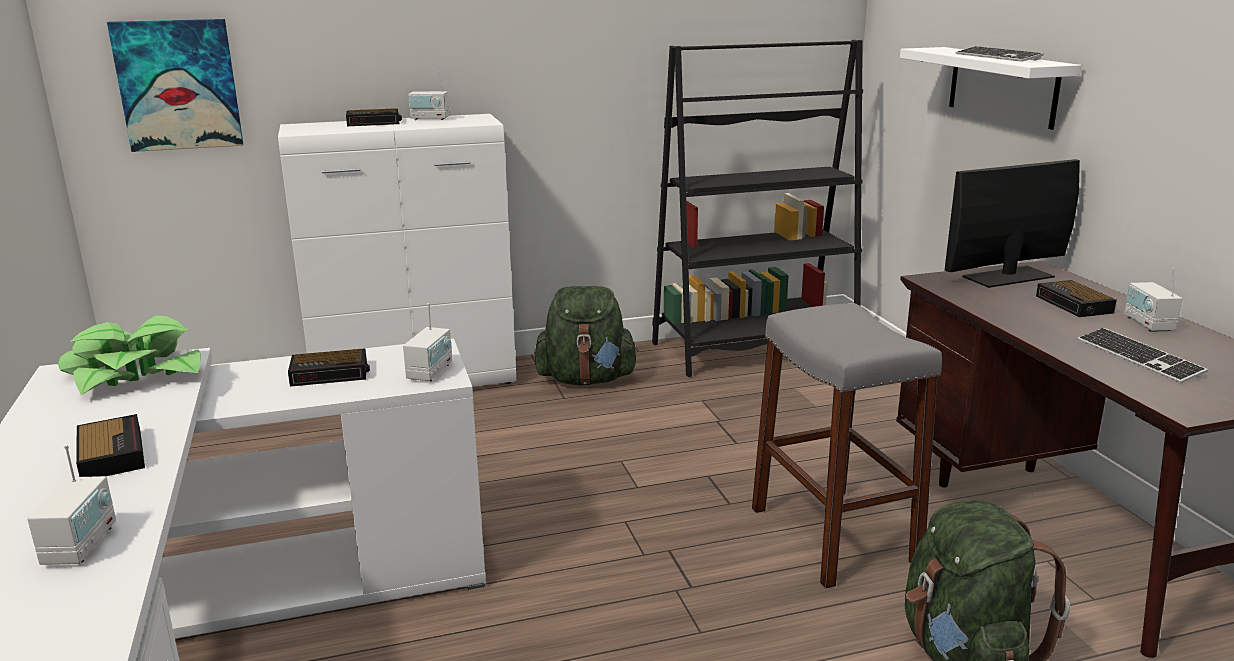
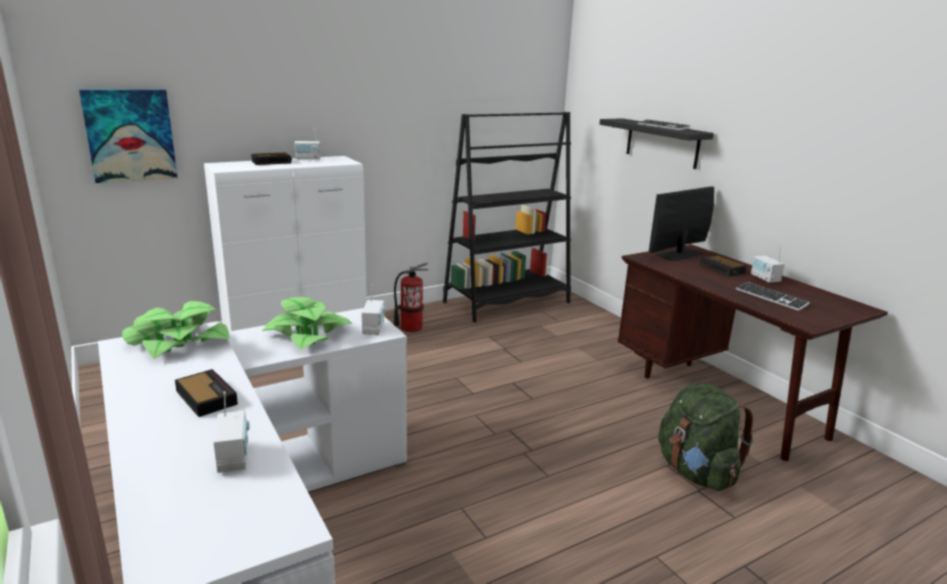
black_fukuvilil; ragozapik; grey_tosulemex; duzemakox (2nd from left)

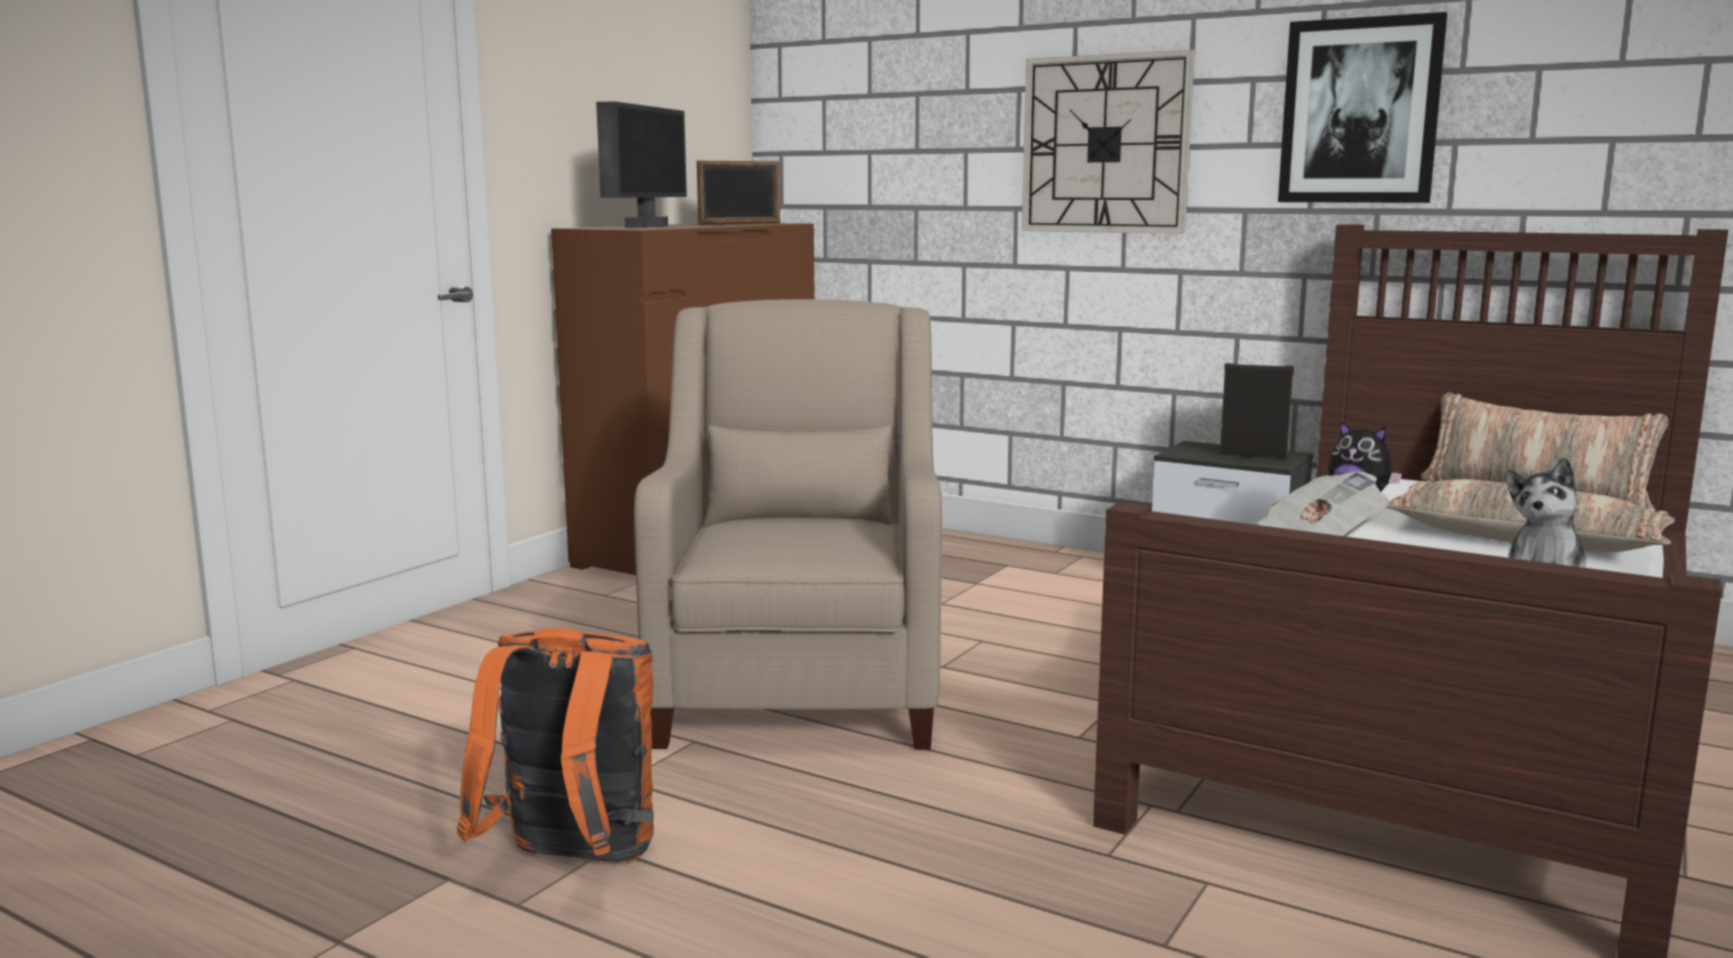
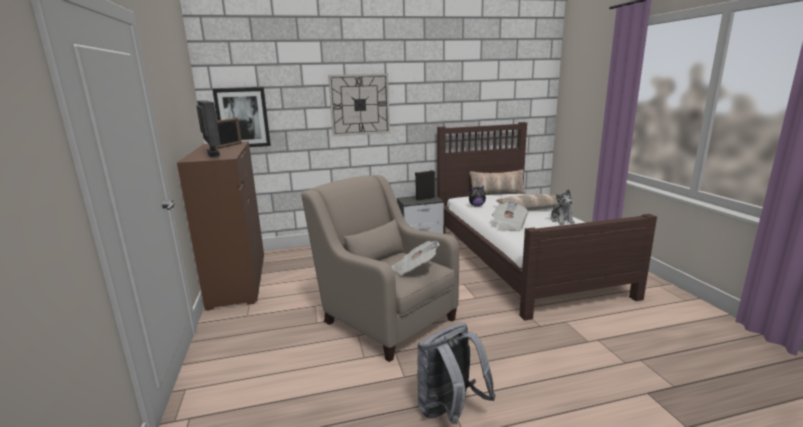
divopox; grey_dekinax; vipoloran (1st from left)

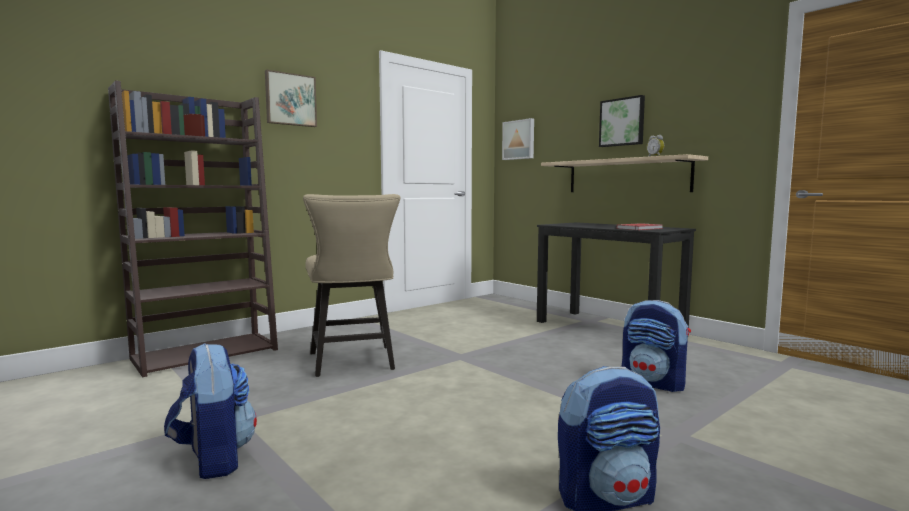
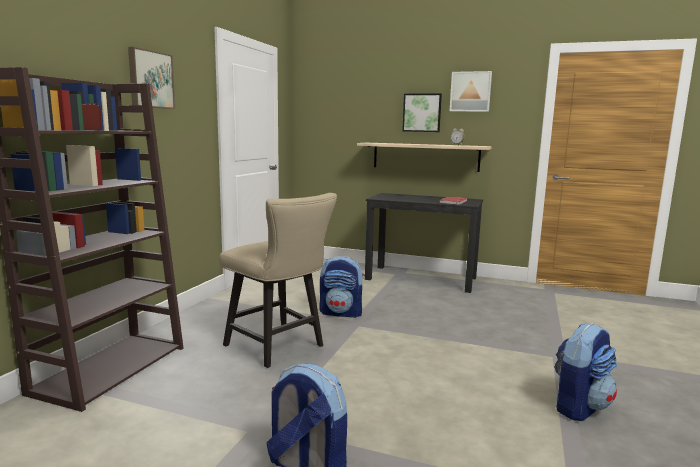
divopox (3rd from left); dekinax (2nd from left)

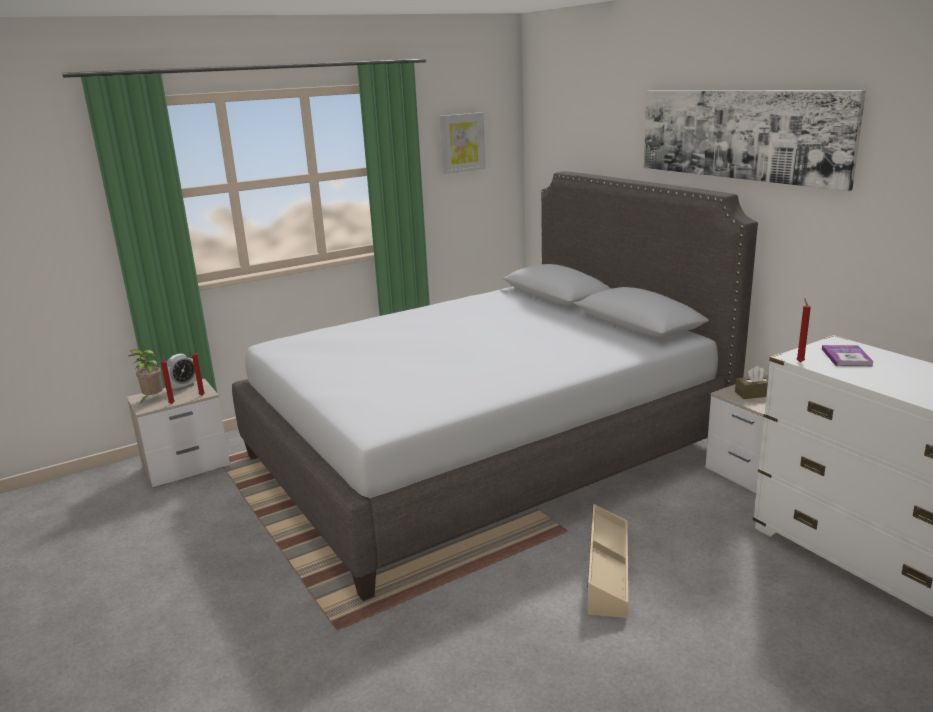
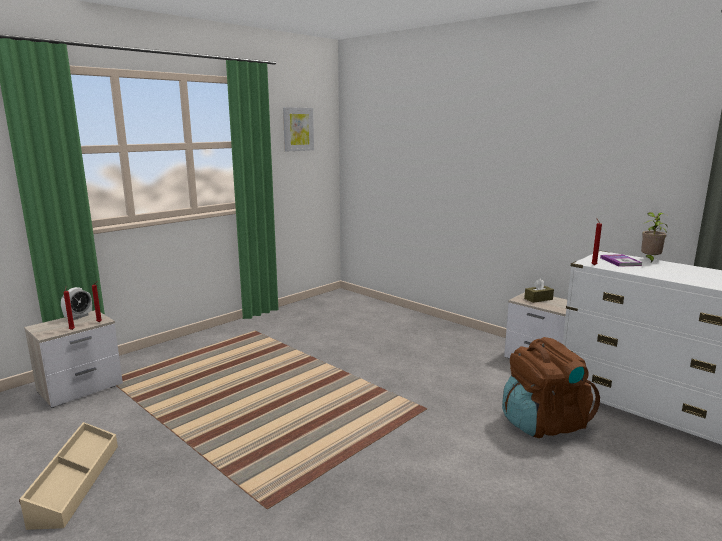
divopox (2nd from left in the first image); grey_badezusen; duzemakox; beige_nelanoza; brown_dekinax

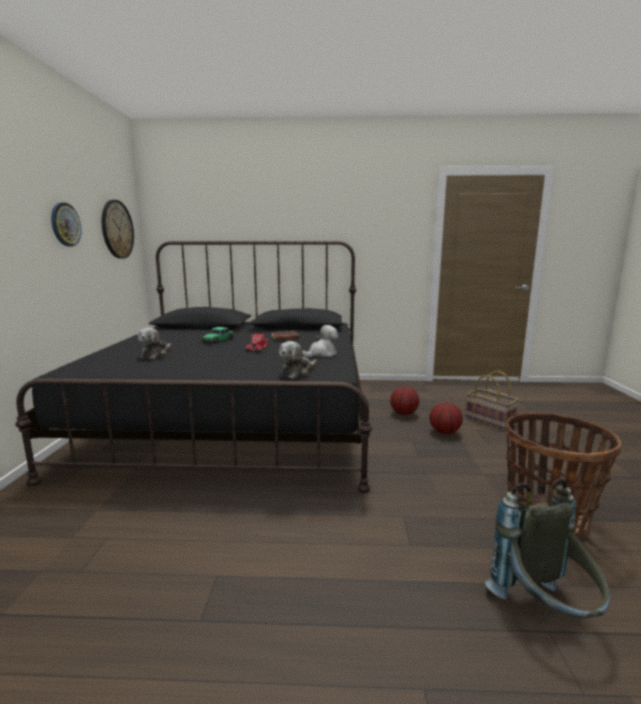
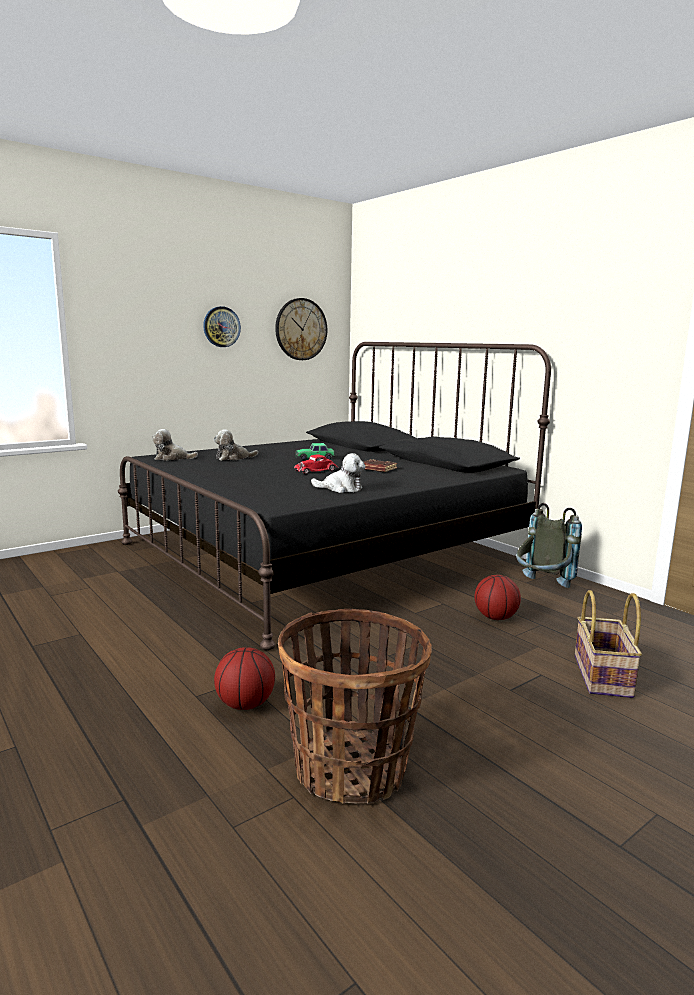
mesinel (1st from left); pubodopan (1st from left); grey_dekinax

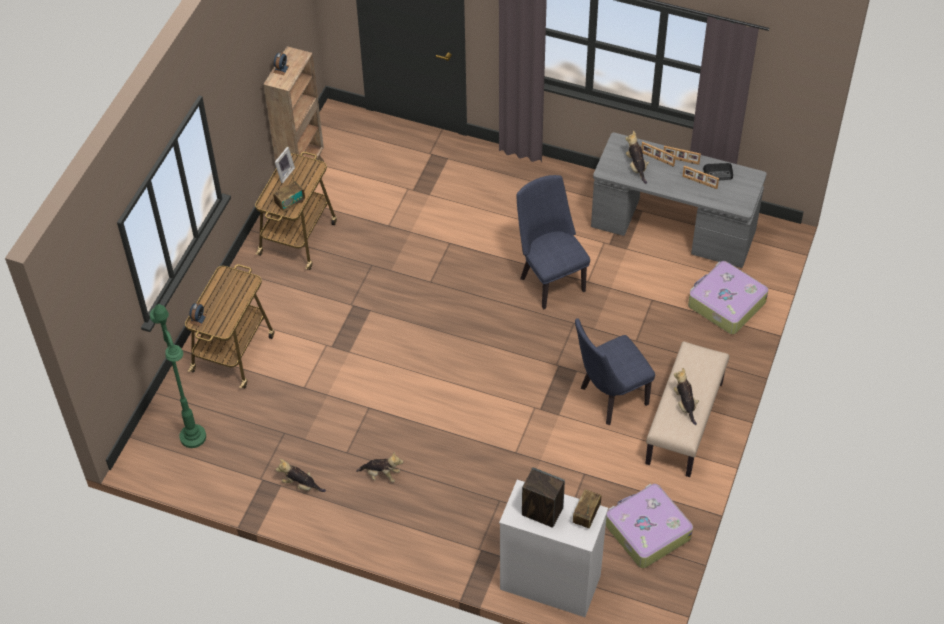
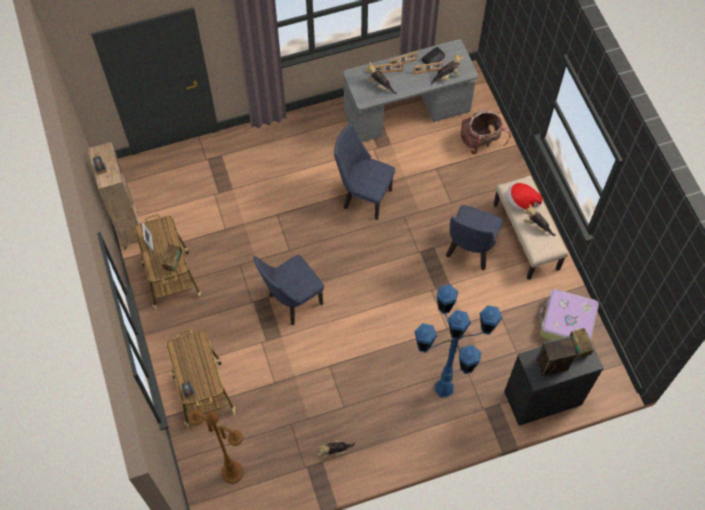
dekinax; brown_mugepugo; mesinel (3rd from left); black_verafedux; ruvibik; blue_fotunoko (1st from left); blue_mugepugo

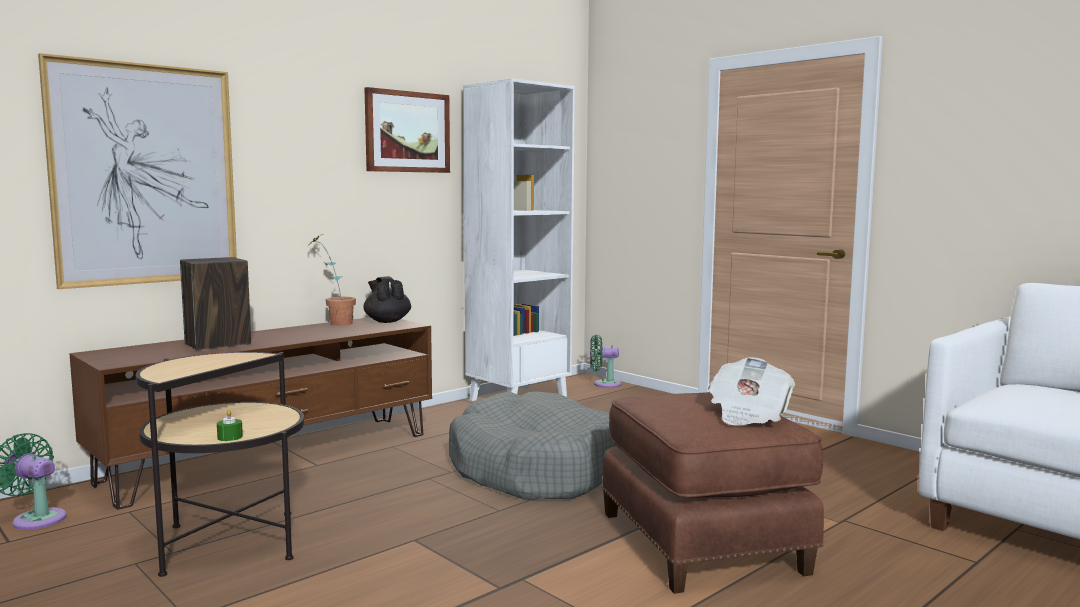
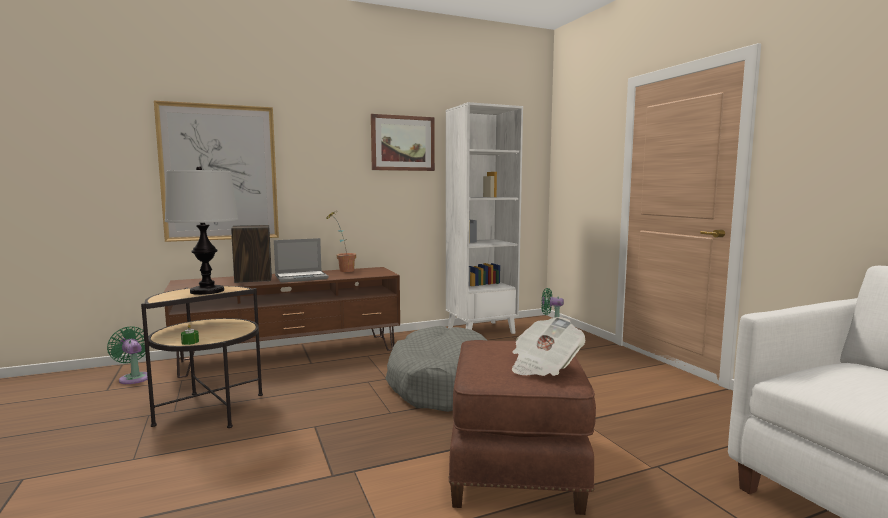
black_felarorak; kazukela; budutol

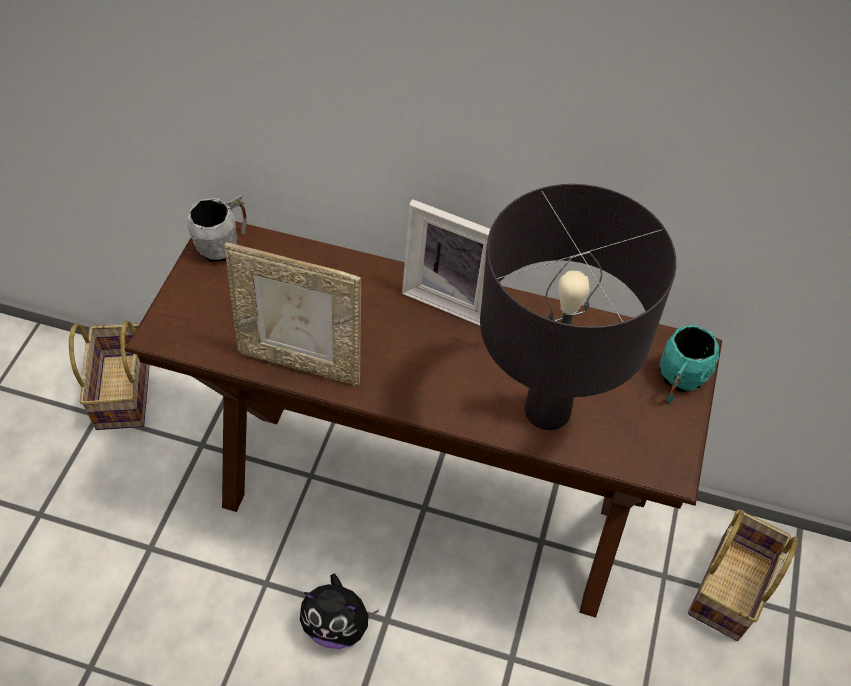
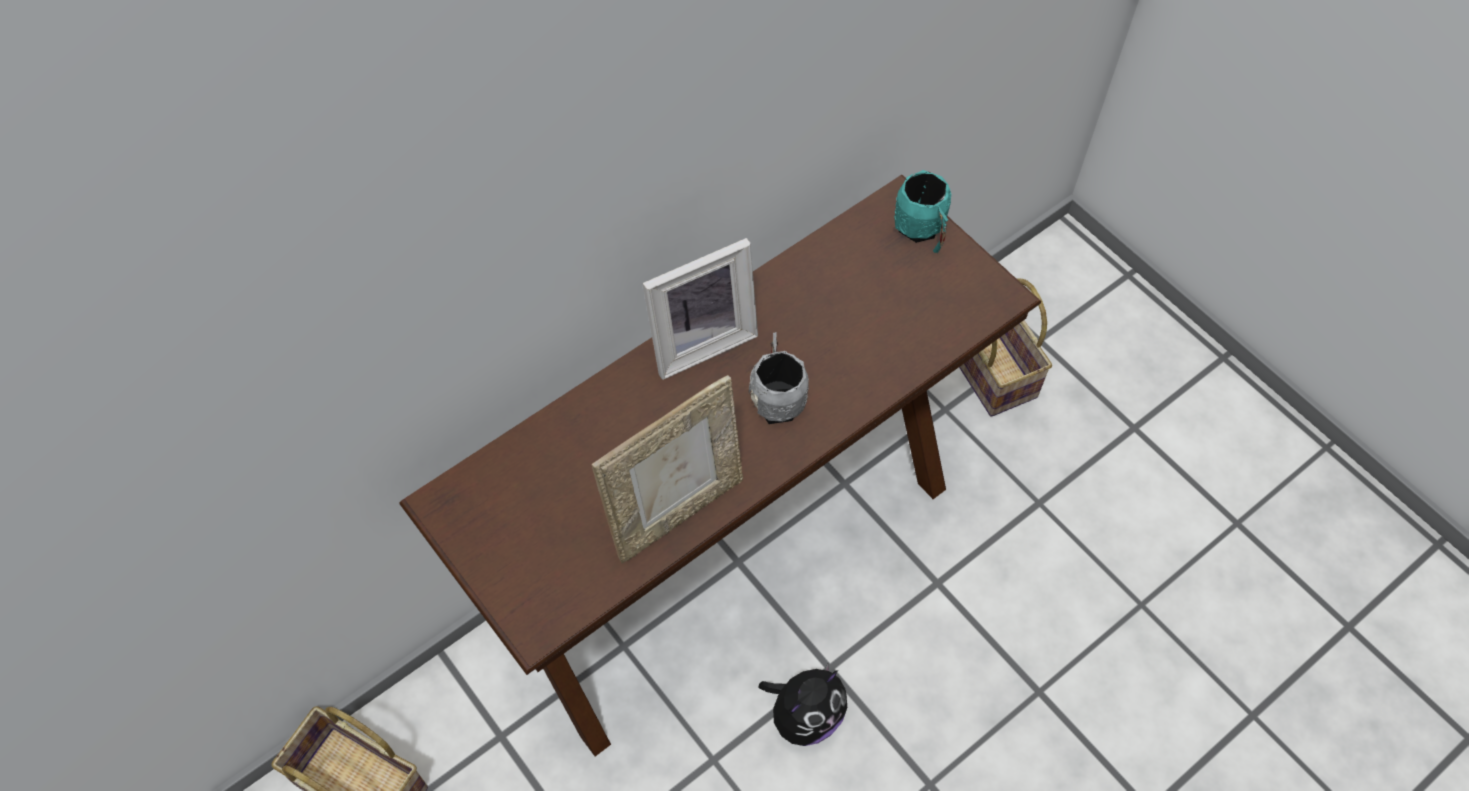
black_kazukela; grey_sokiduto

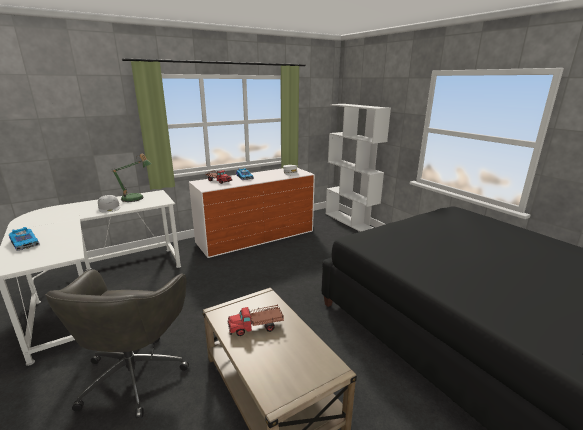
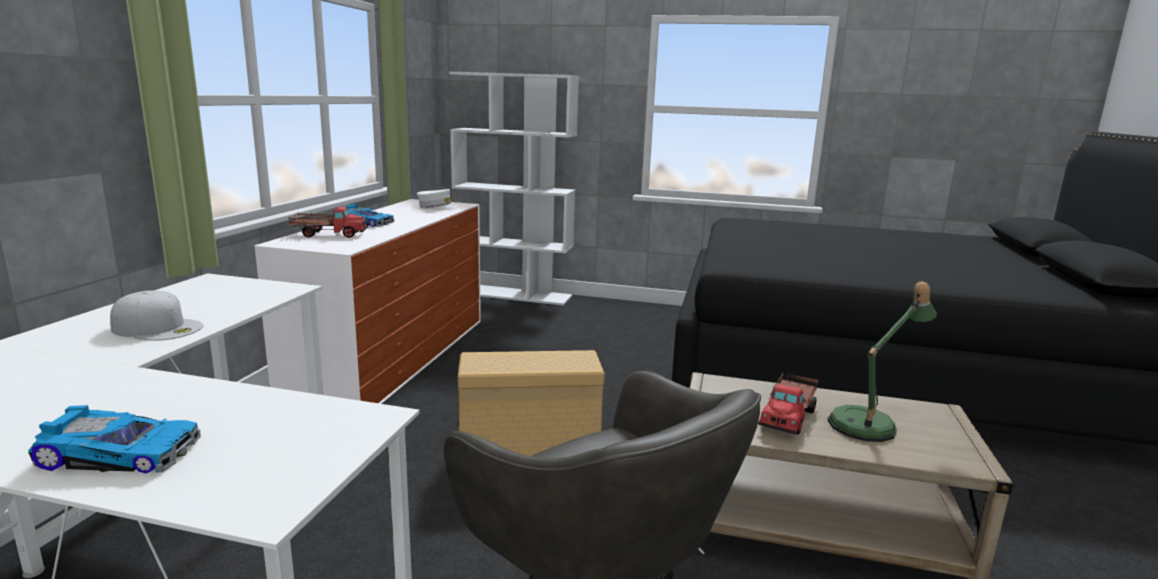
kazukela; beige_nelanoza

